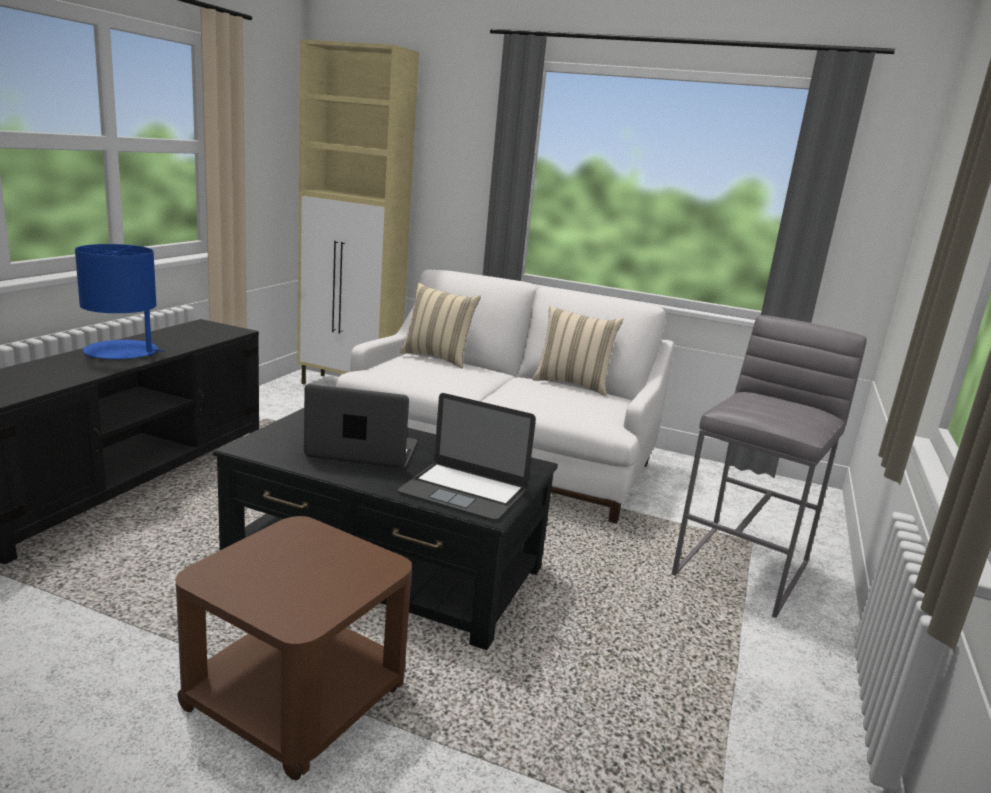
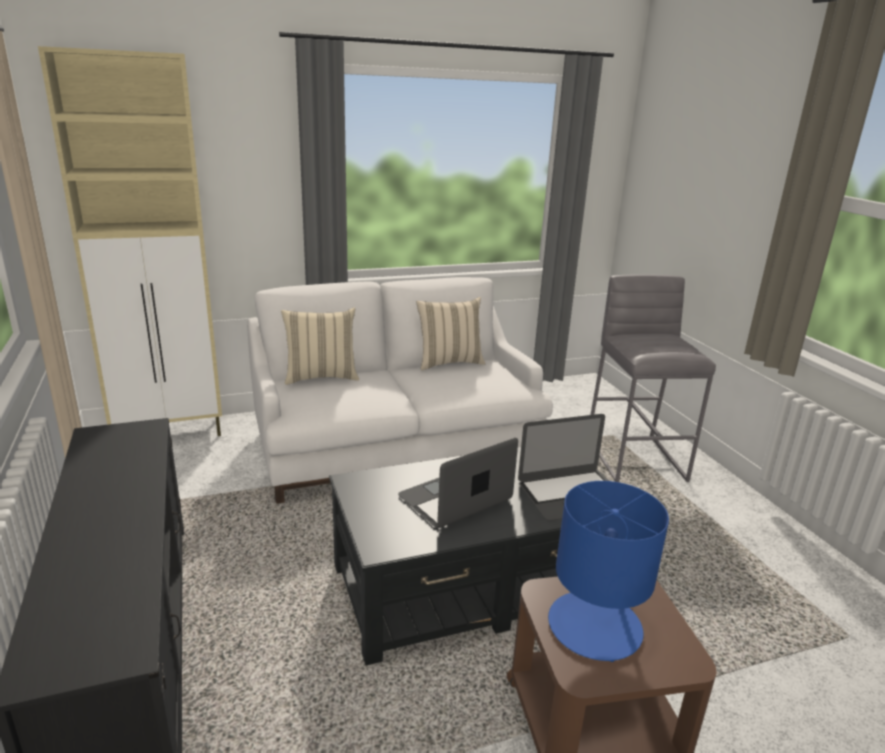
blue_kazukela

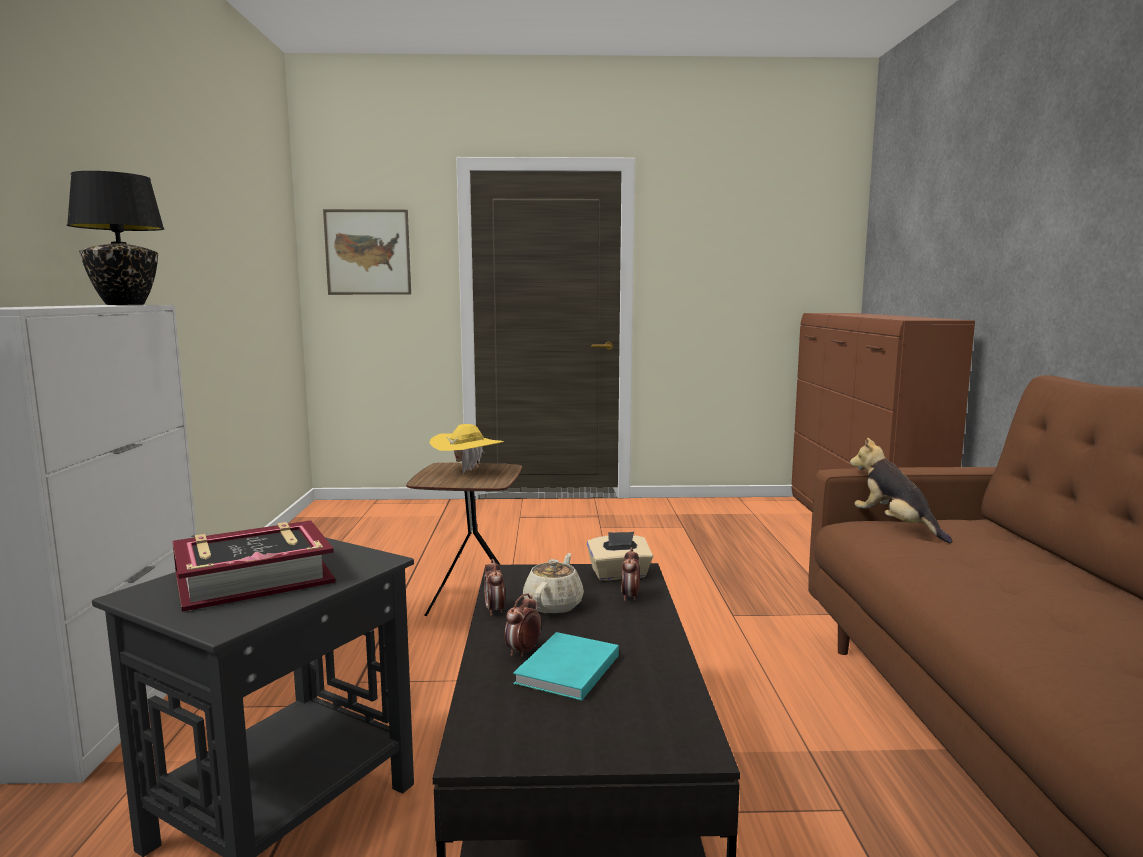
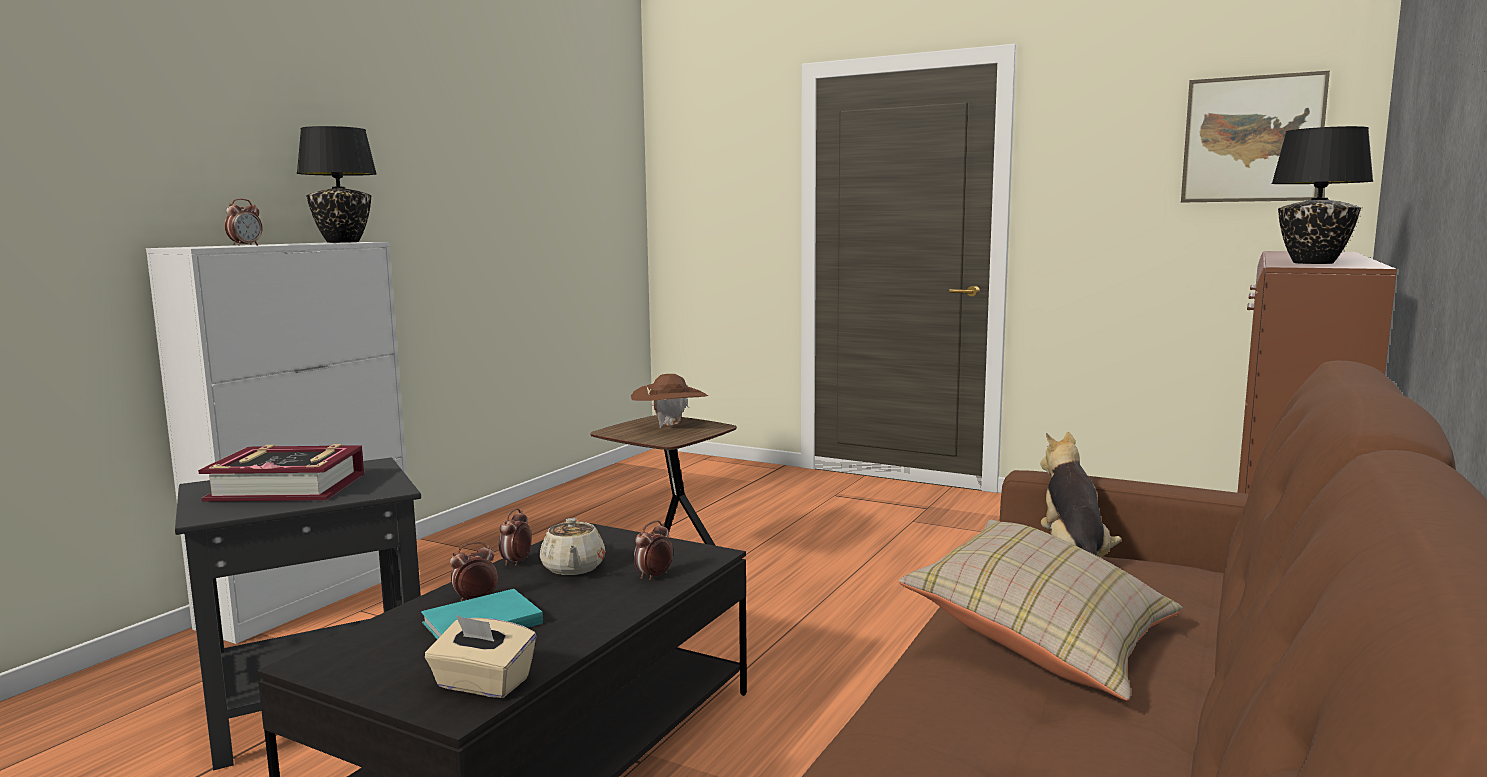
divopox; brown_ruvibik; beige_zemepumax; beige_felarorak; black_kazukela (2nd from left); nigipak (1st from left); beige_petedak

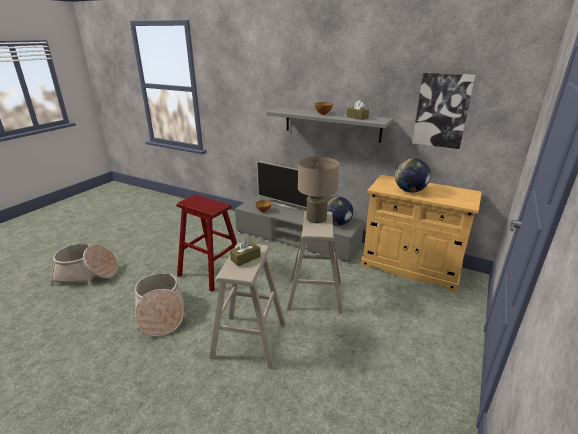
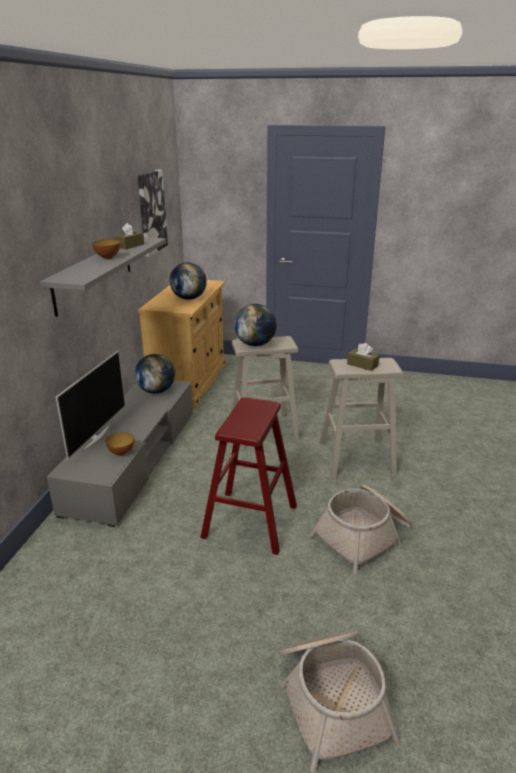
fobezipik (3rd from left)

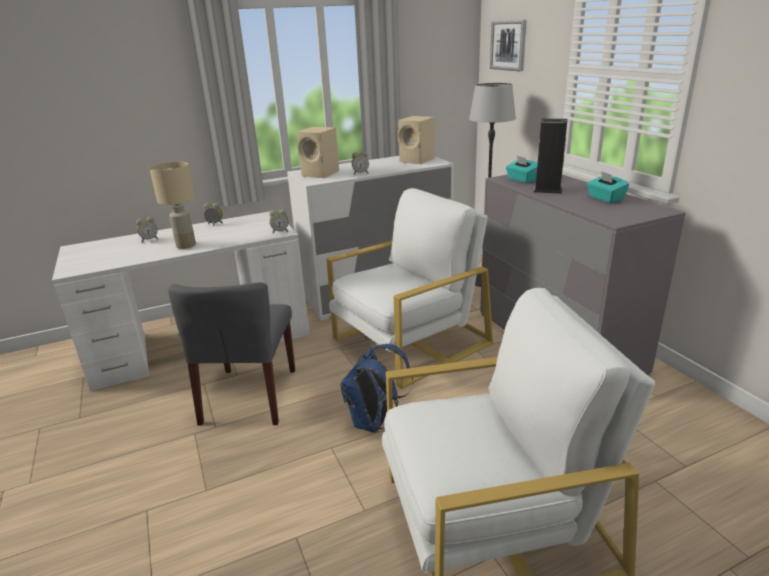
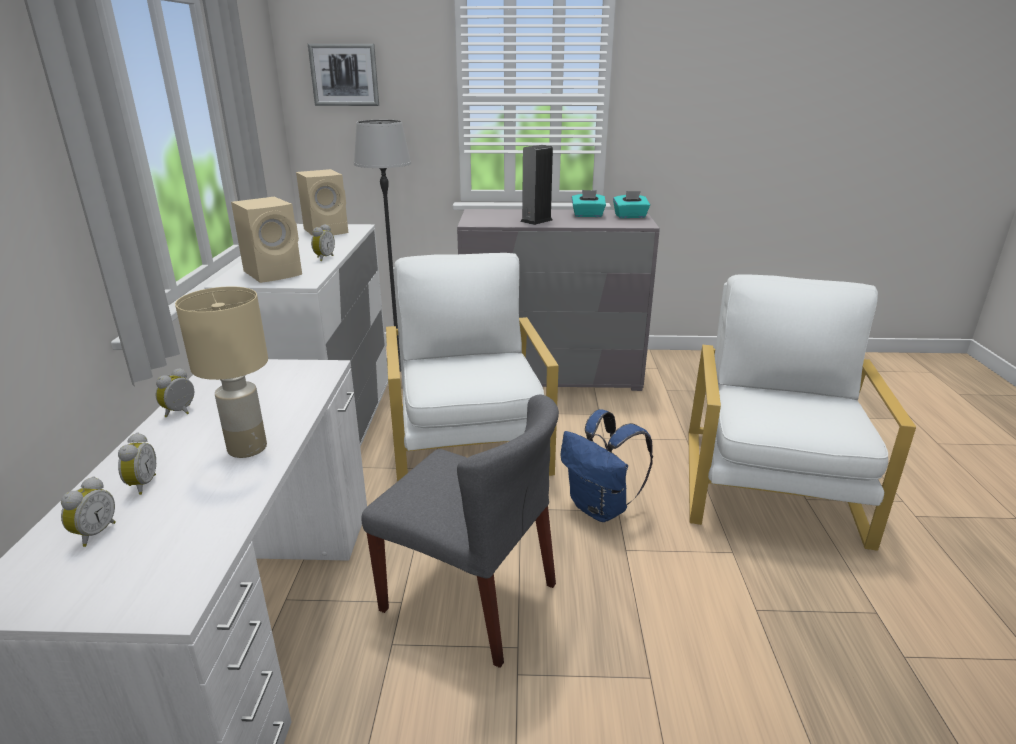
turquoise_zemepumax (2nd from left); nigipak (1st from left)

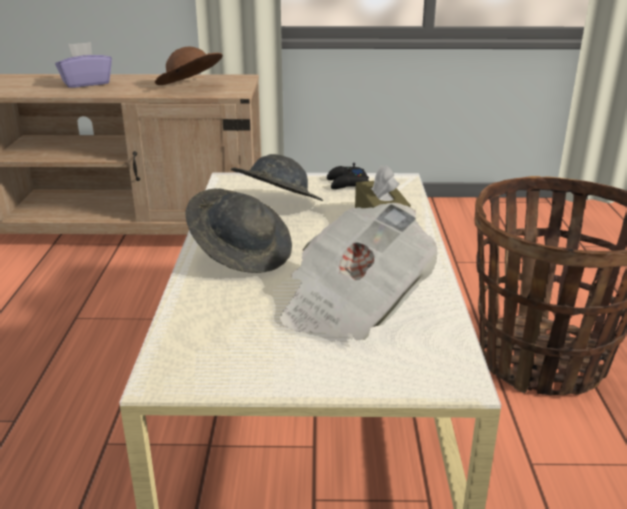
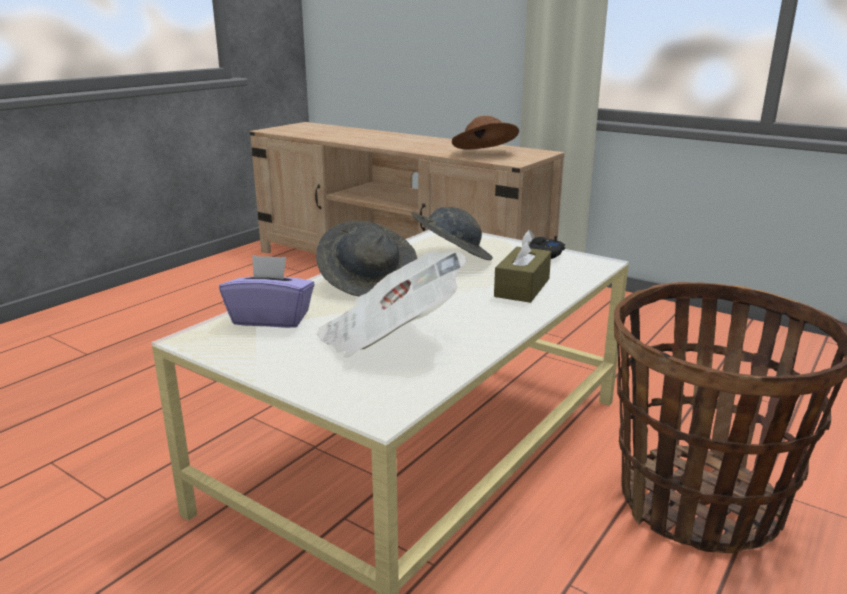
purple_zemepumax

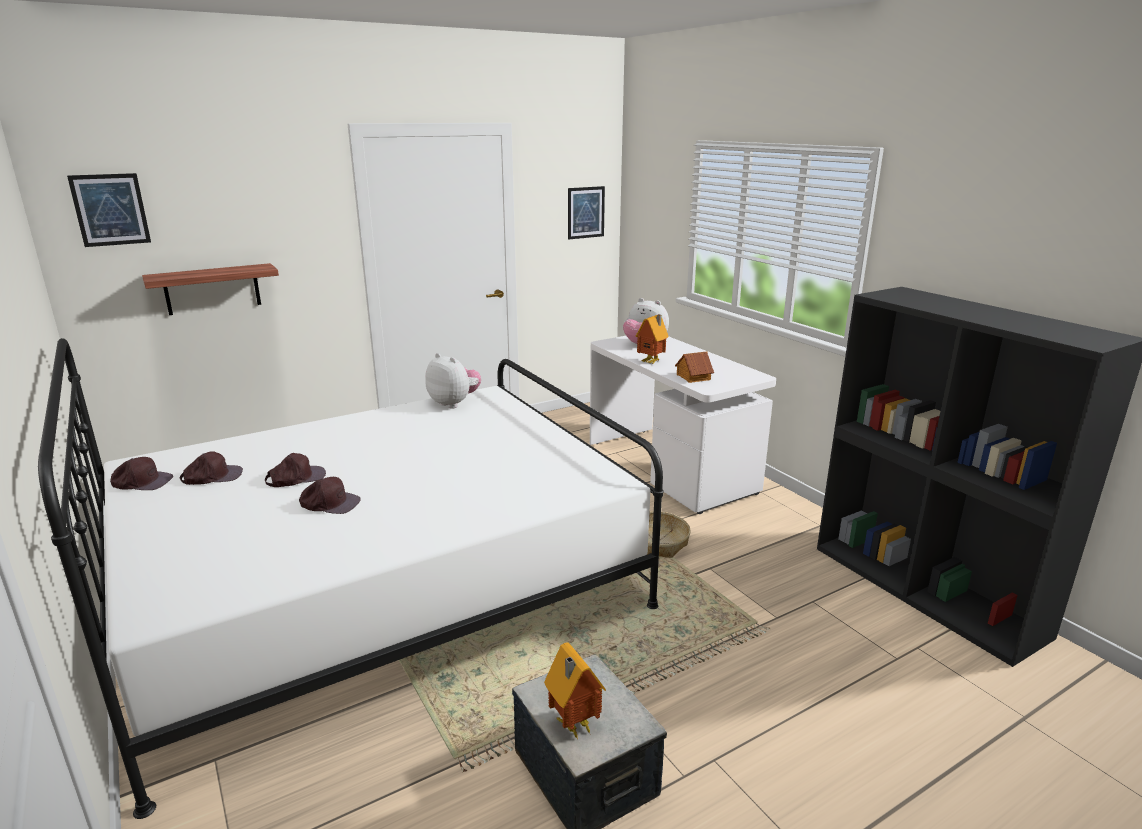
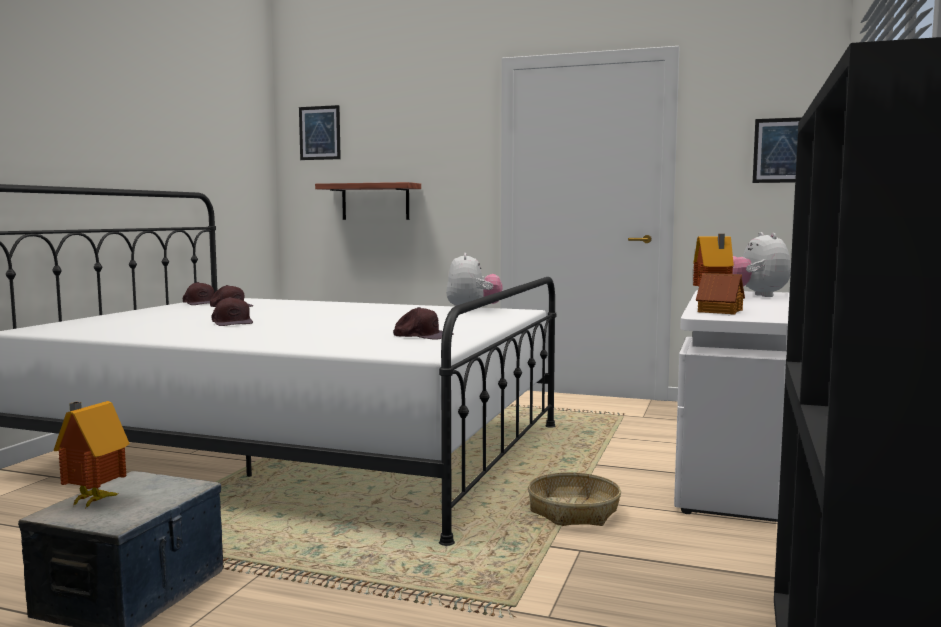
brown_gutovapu (4th from left)

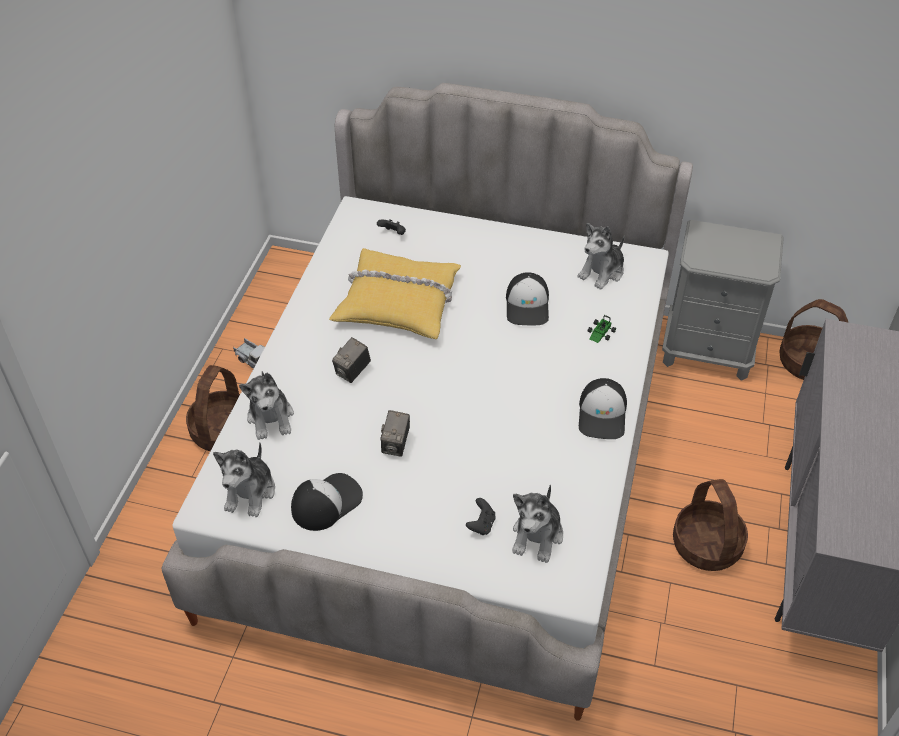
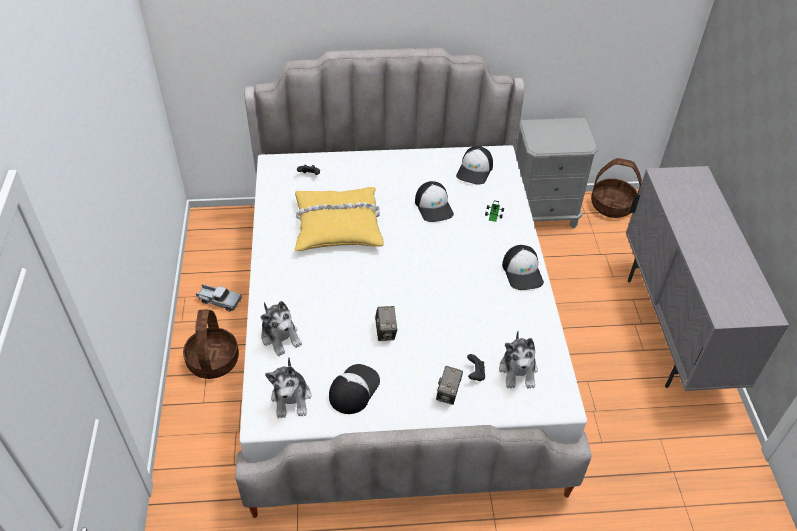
gutovapu (3rd from left); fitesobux (2nd from left); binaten (2nd from left in the first image)

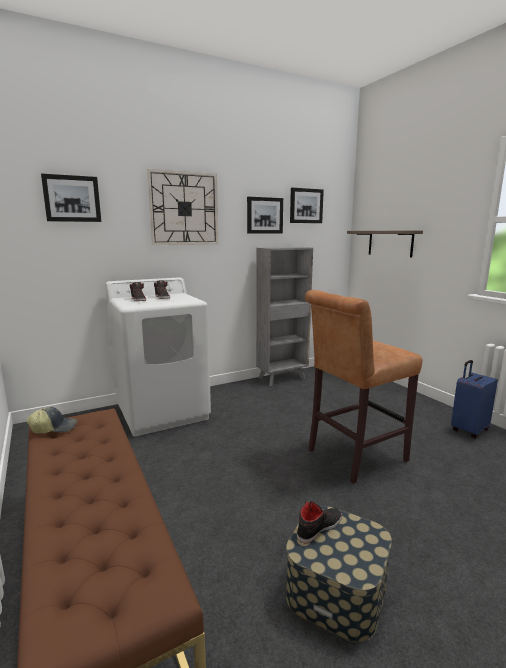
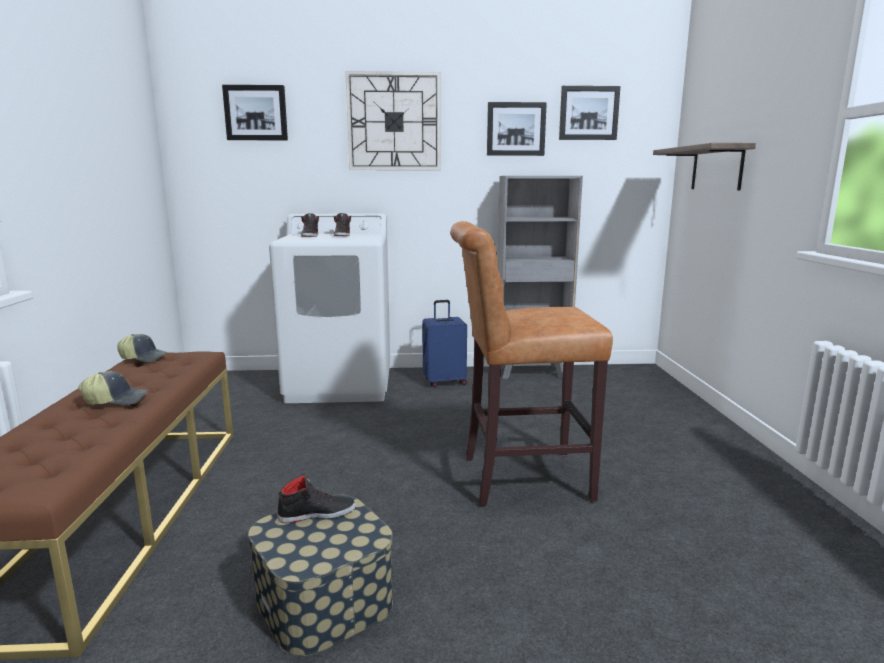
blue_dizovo; gutovapu (1st from left)

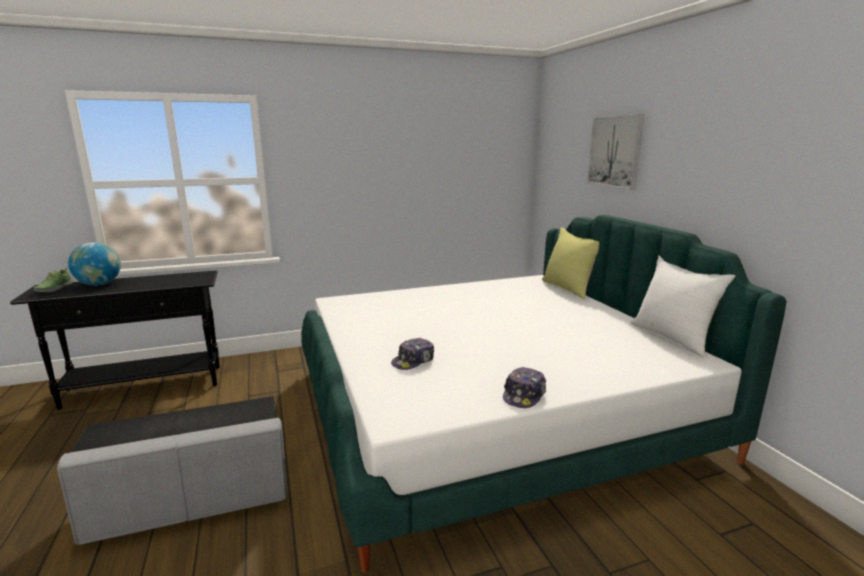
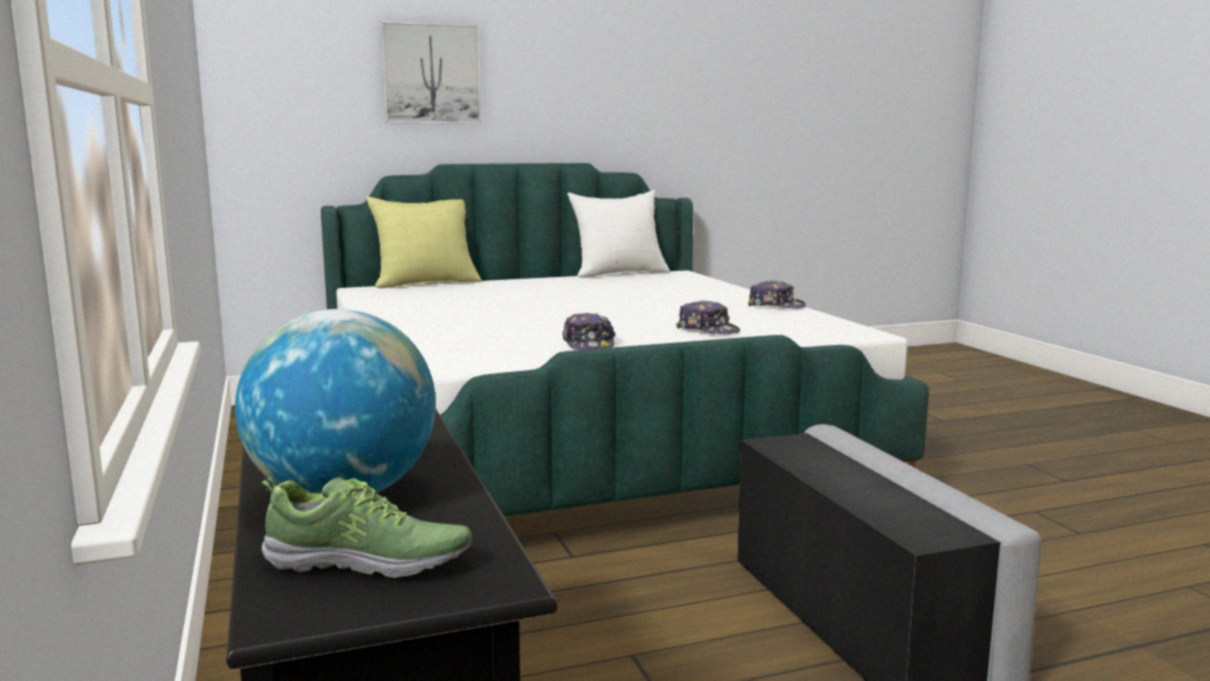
gutovapu (1st from left)

